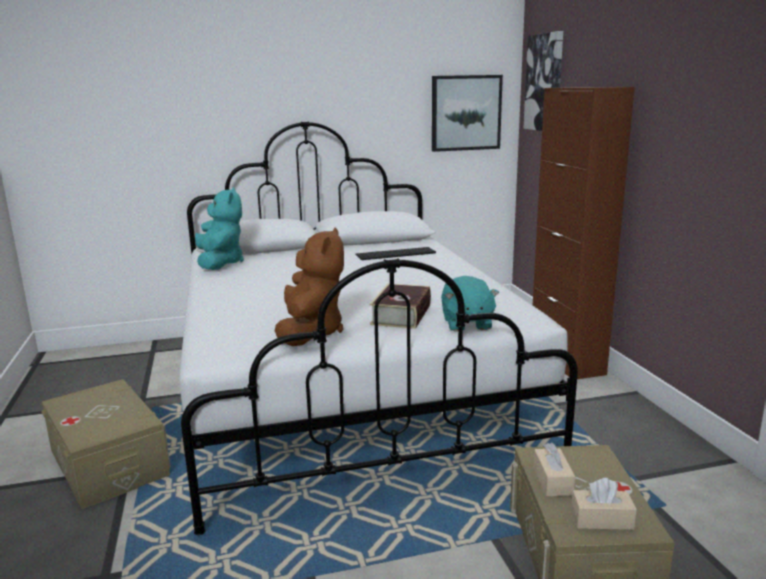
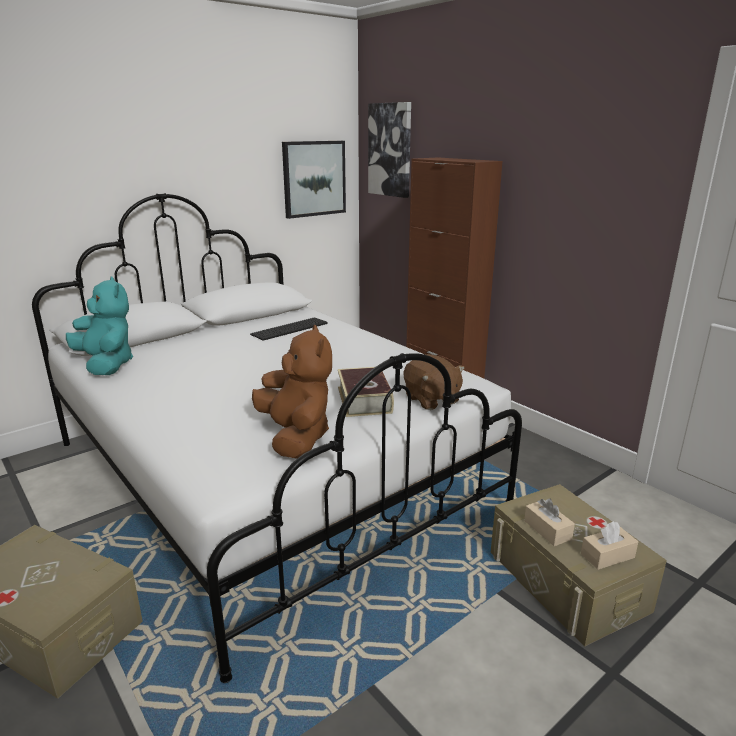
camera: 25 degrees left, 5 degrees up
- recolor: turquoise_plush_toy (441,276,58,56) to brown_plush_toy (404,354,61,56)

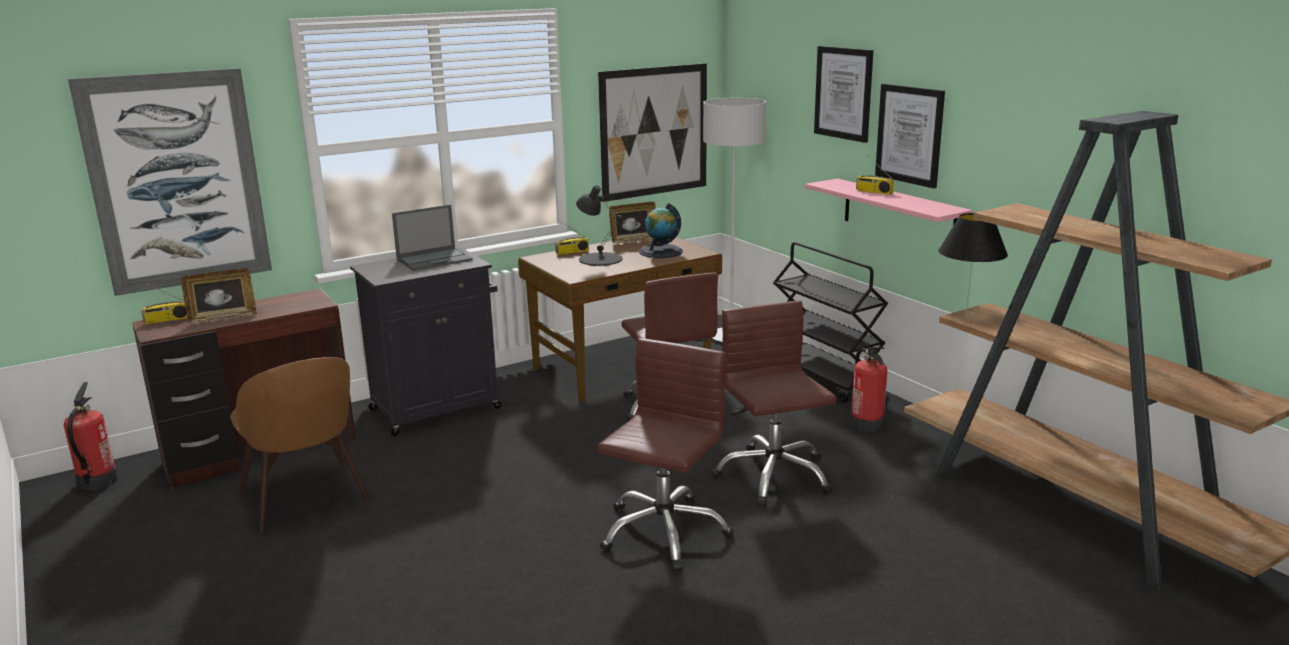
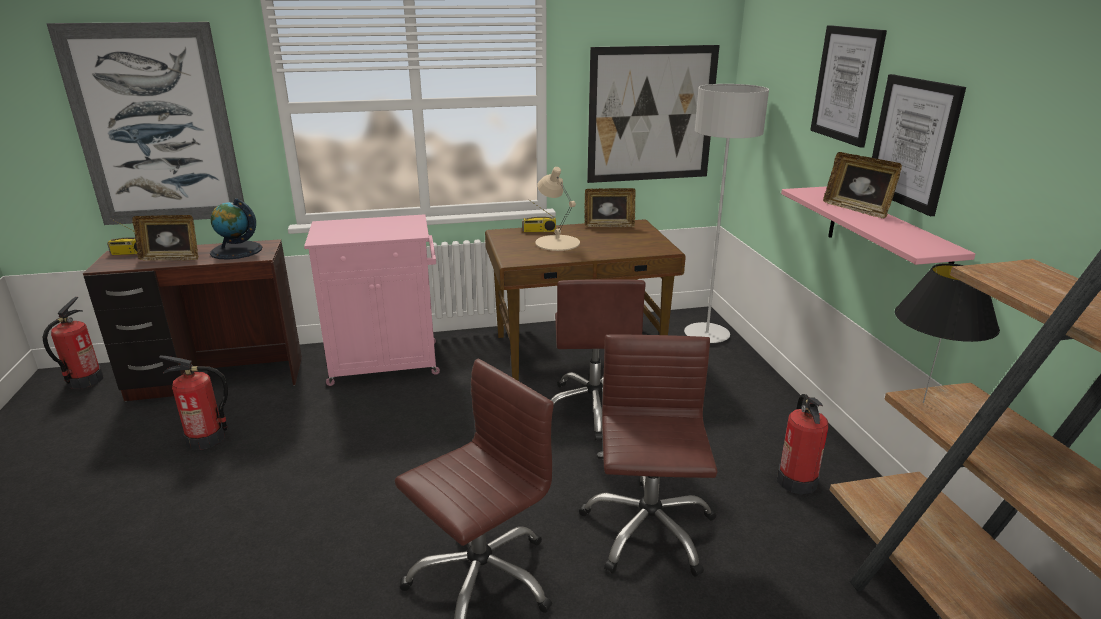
camera: 20 degrees right, 5 degrees up
- replace: radio (856,156,38,39) to picture_frame (823,152,79,67)
- recolor: black_table_lamp (576,185,47,81) to beige_table_lamp (535,167,45,84)
- move: globe (639,203,44,55) to (210,198,52,62)
- delete: laptop (392,204,81,67)
- delete: black_cart (773,242,115,161)
- recolor: black_cabinet (350,247,151,189) to pink_cabinet (304,214,136,172)
- replace: brown_chair (230,357,141,175) to fire_extinguisher (159,356,69,94)

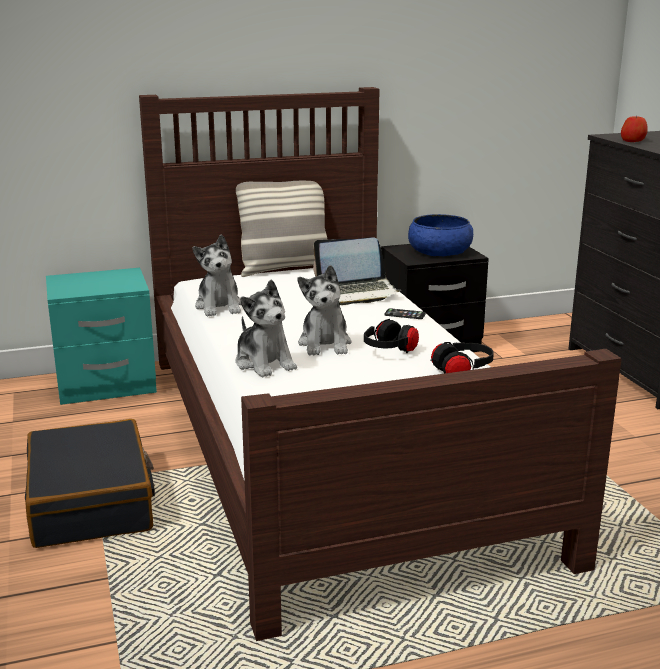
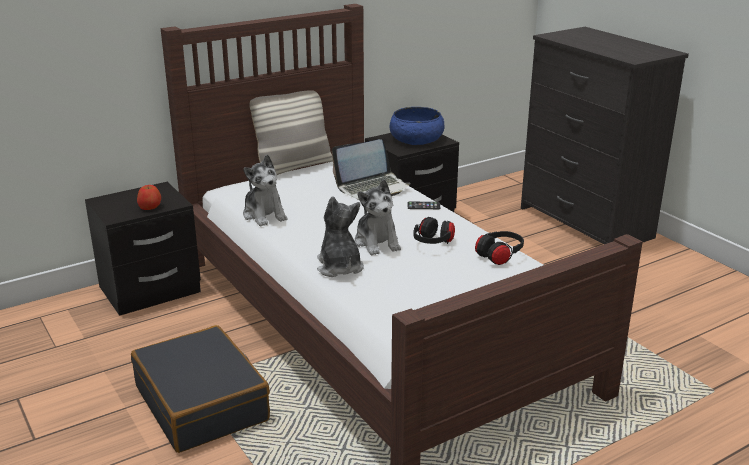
camera: 15 degrees left, 5 degrees up
- move: apple (621,116,27,26) to (137,185,24,25)
- recolor: turquoise_nightstand (46,268,111,137) to black_nightstand (85,182,116,134)
- rotate: plush_toy (236,279,61,98) = (317,196,47,81) 150 degrees counterclockwise

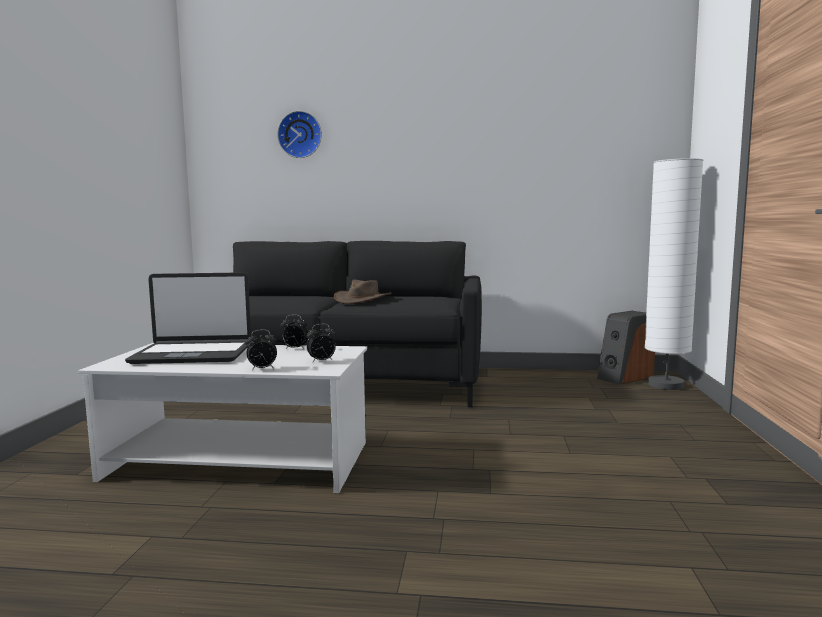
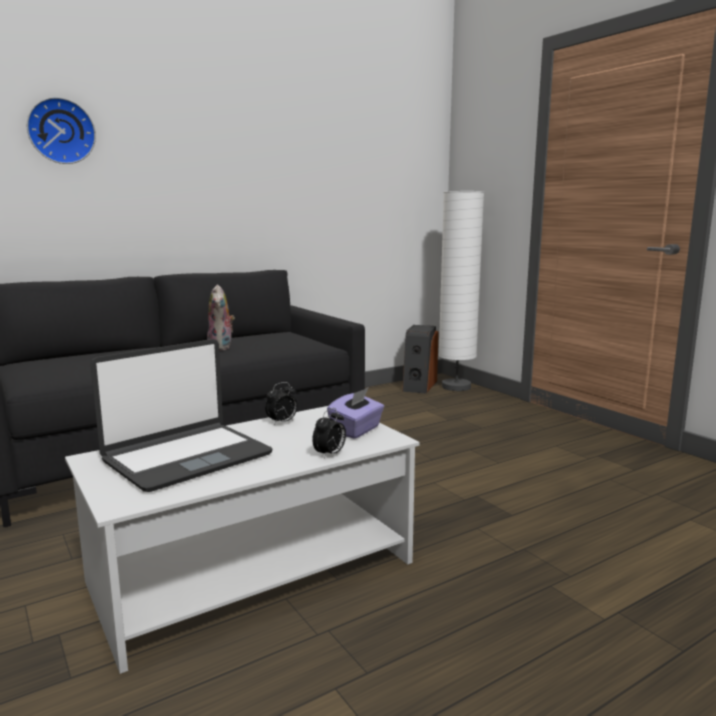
camera: 40 degrees left, 5 degrees up
- replace: brown_hat (334,280,58,24) to plush_toy (207,285,28,66)
- replace: alarm_clock (306,324,30,38) to purple_tissue_box (327,387,57,52)

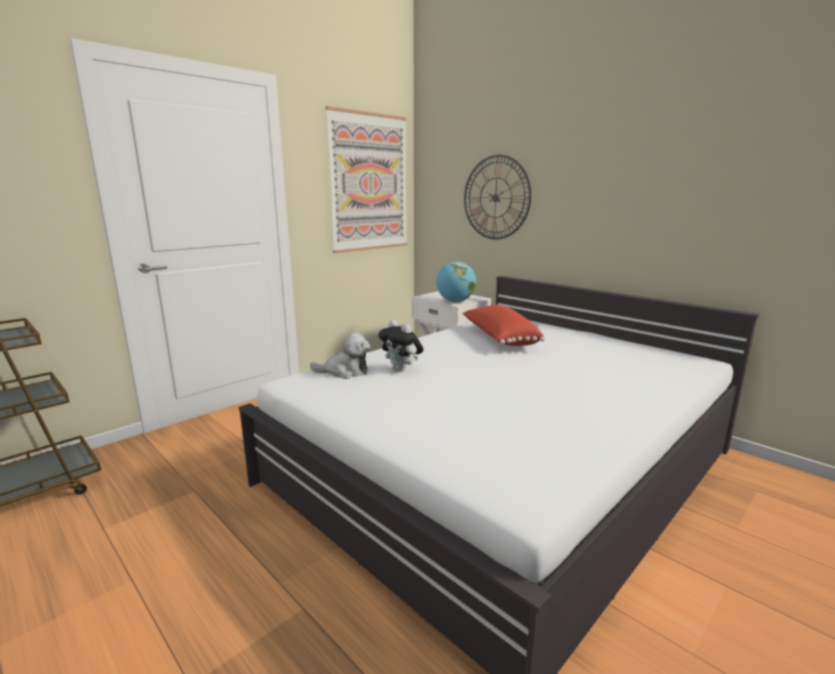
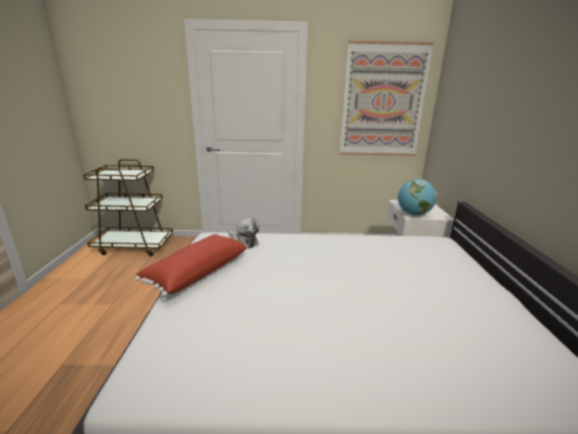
camera: 45 degrees right, 5 degrees up
- delete: wall_clock (464,155,67,84)
- move: red_pillow (462,305,83,41) to (135,234,113,62)
- delete: plush_toy (378,320,46,52)

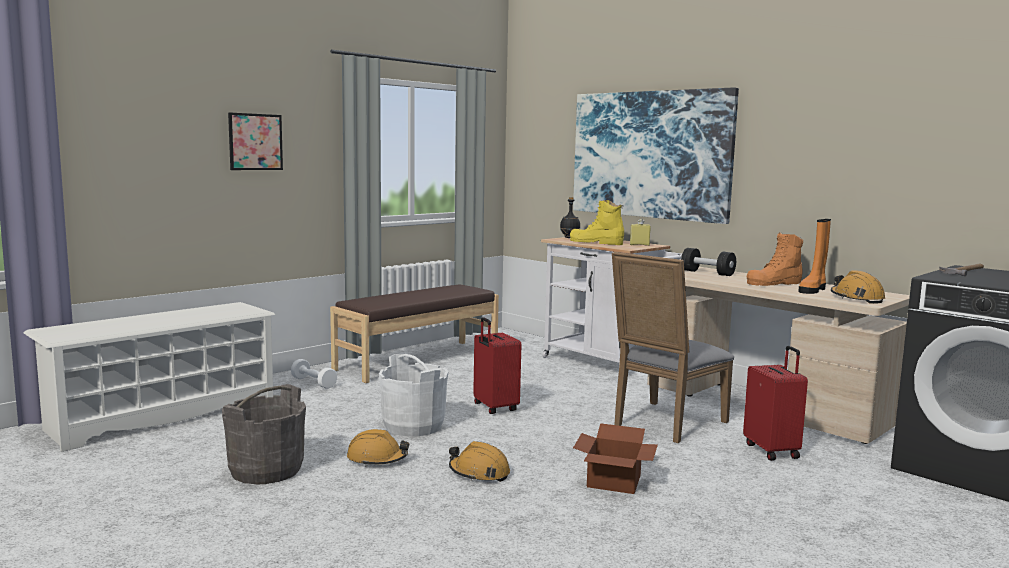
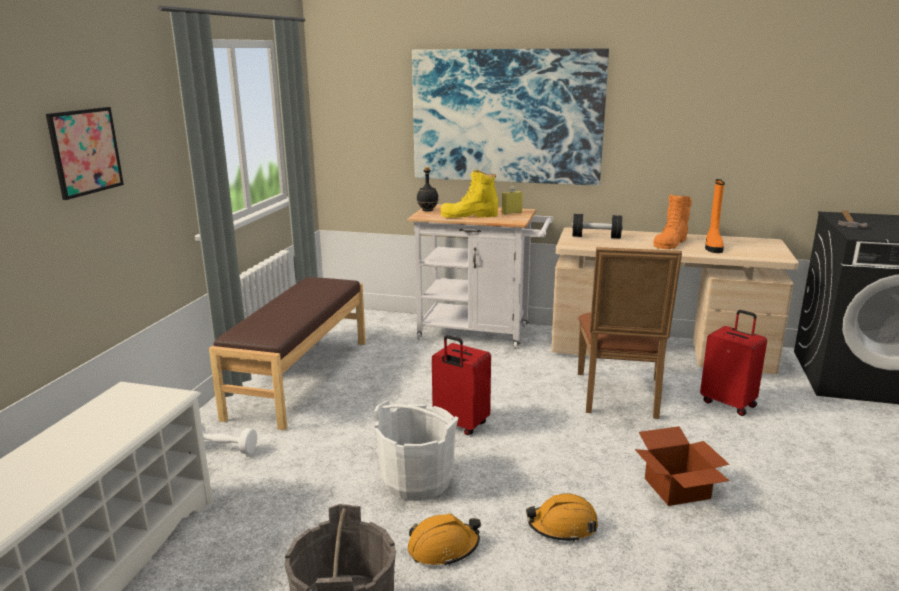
camera: 30 degrees left, 10 degrees up
- recolor: grey_chair (612,252,122,191) to brown_chair (578,247,104,172)
- delete: orange_hard_hat (831,270,54,34)

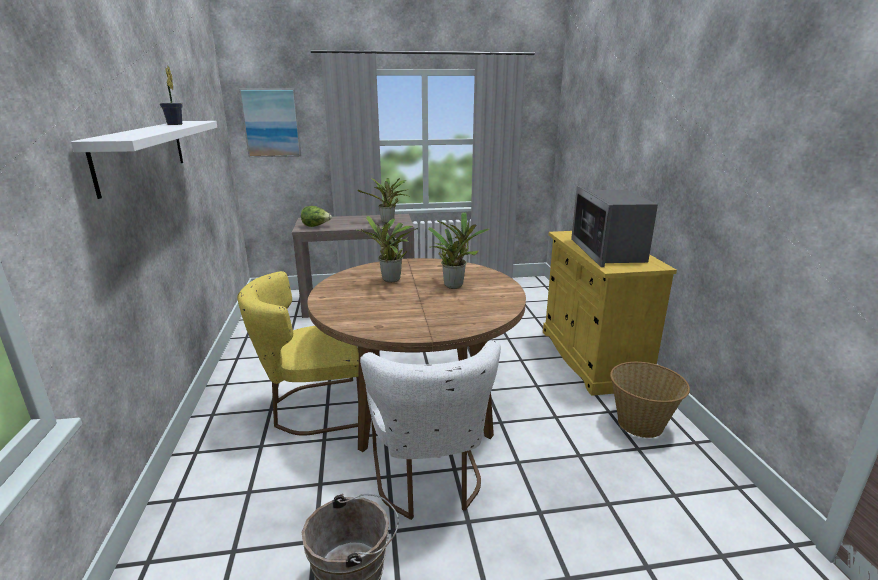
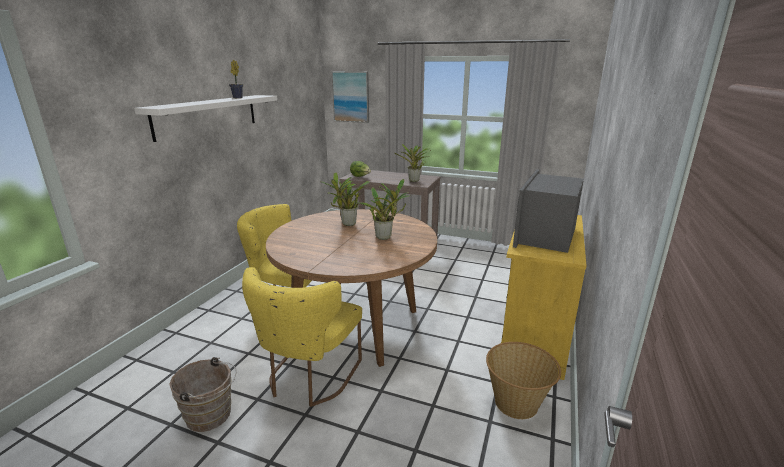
camera: 30 degrees right, 0 degrees up
- recolor: white_chair (360,340,141,180) to yellow_chair (242,267,120,140)

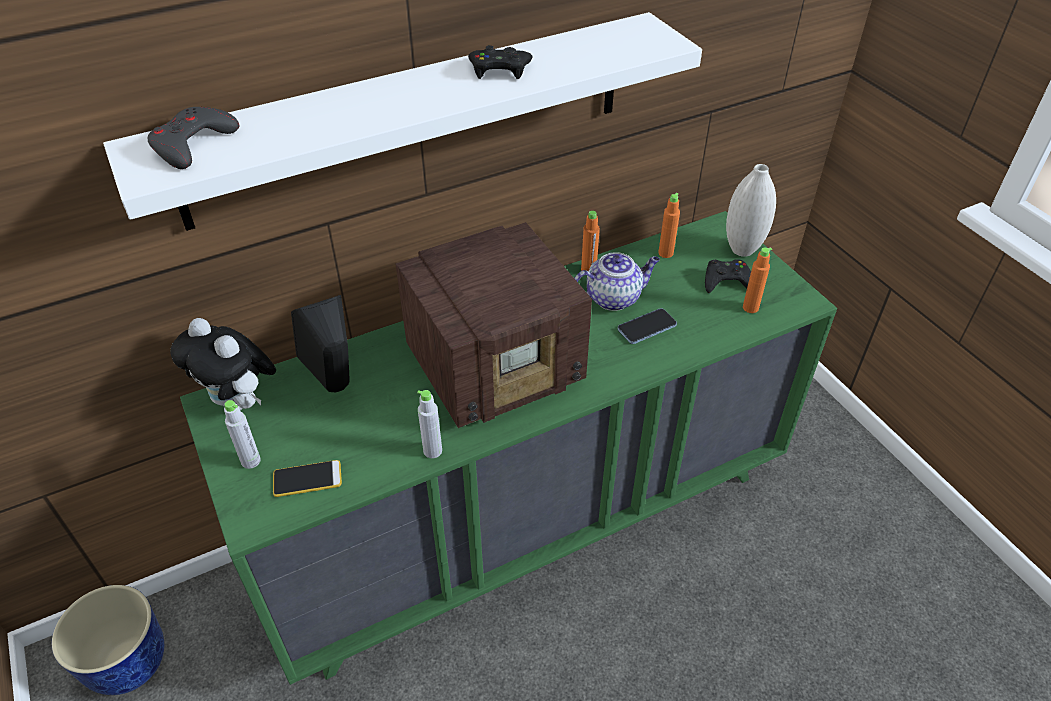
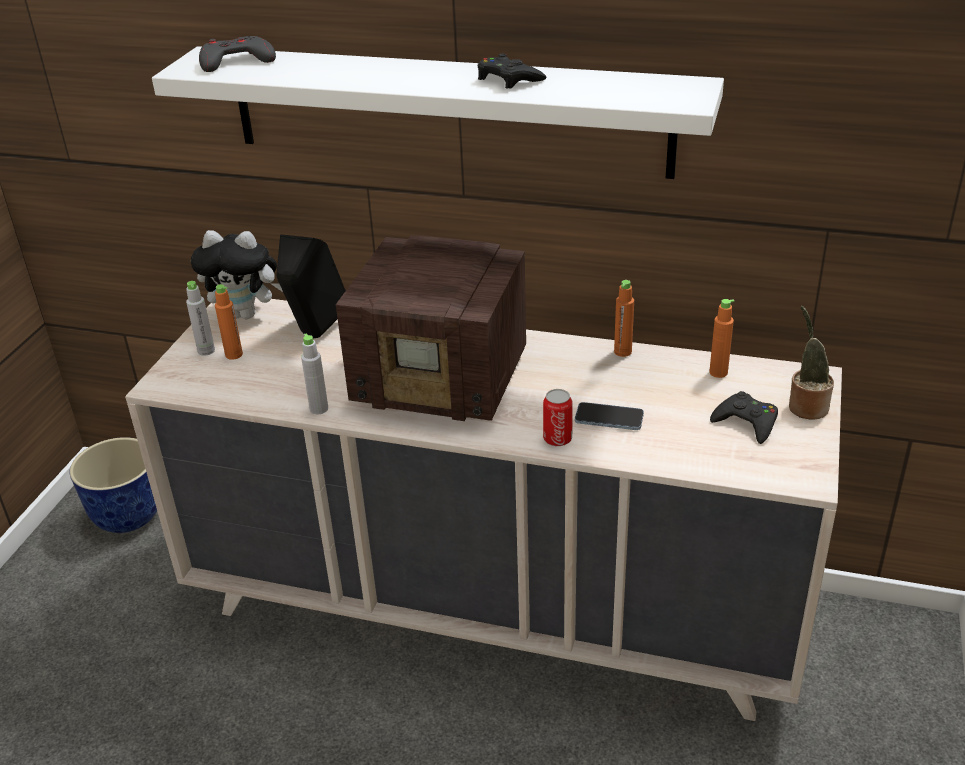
camera: 45 degrees right, 10 degrees down
- replace: white_vase (726,164,50,93) to potted_plant (789,306,45,114)
- recolor: green_dresser (180,211,657,474) to beige_dresser (125,297,717,424)
- move: orange_bottle (743,247,29,66) to (215,284,28,76)
- delete: teapot (574,252,86,59)
- rotate: plush_toy (170,318,106,93) = (191,230,92,89) 75 degrees counterclockwise
- delete: phone (273,460,69,37)
- insert: can (543,389,30,57)

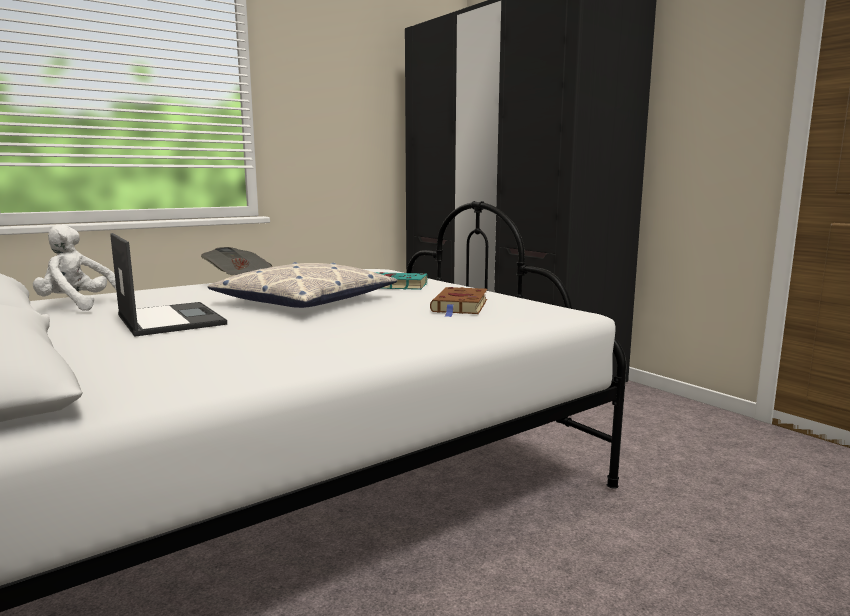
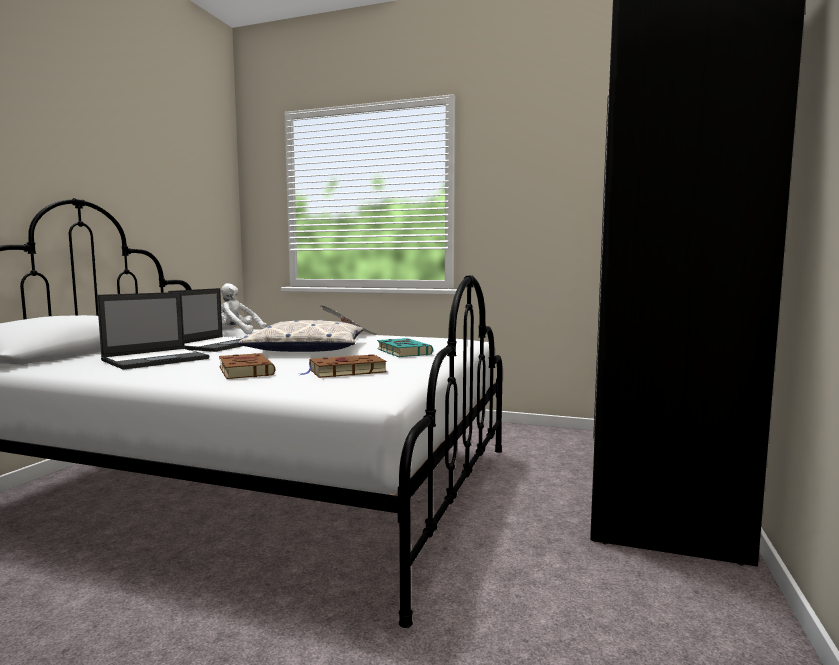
camera: 55 degrees right, 5 degrees down
- rotate: white_plush_toy (33,224,83,87) = (221,283,46,51) 60 degrees counterclockwise
- insert: laptop (97,292,112,78)
- insert: brown_book (219,353,56,26)

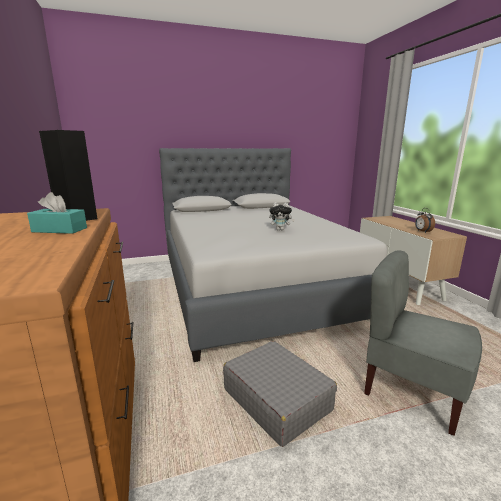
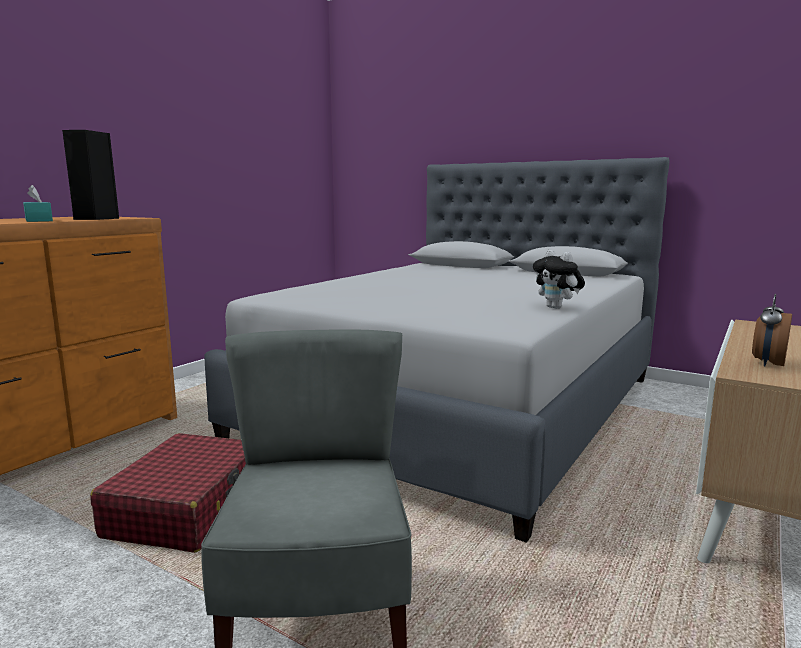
camera: 50 degrees right, 5 degrees down
- move: plush_toy (269,202,26,28) to (533,250,52,59)
- recolor: grey_suitcase (223,341,114,106) to red_suitcase (90,433,156,120)

